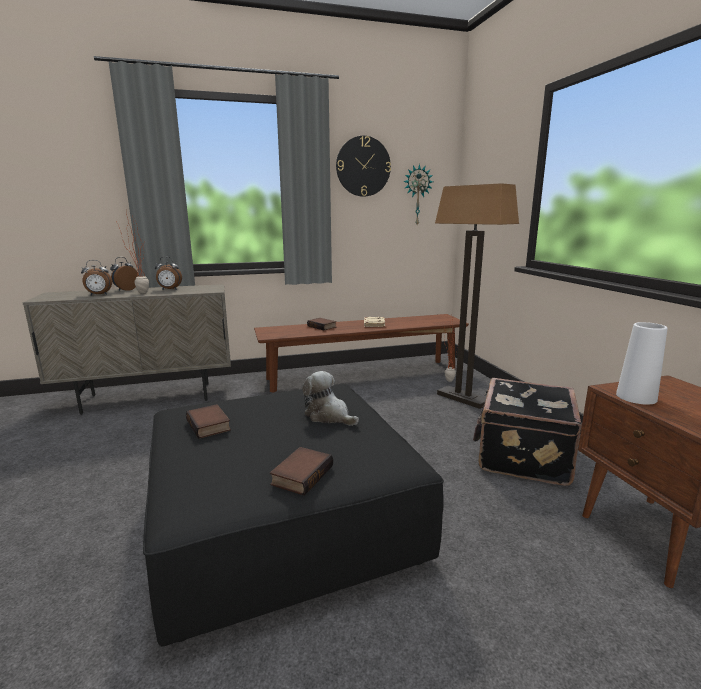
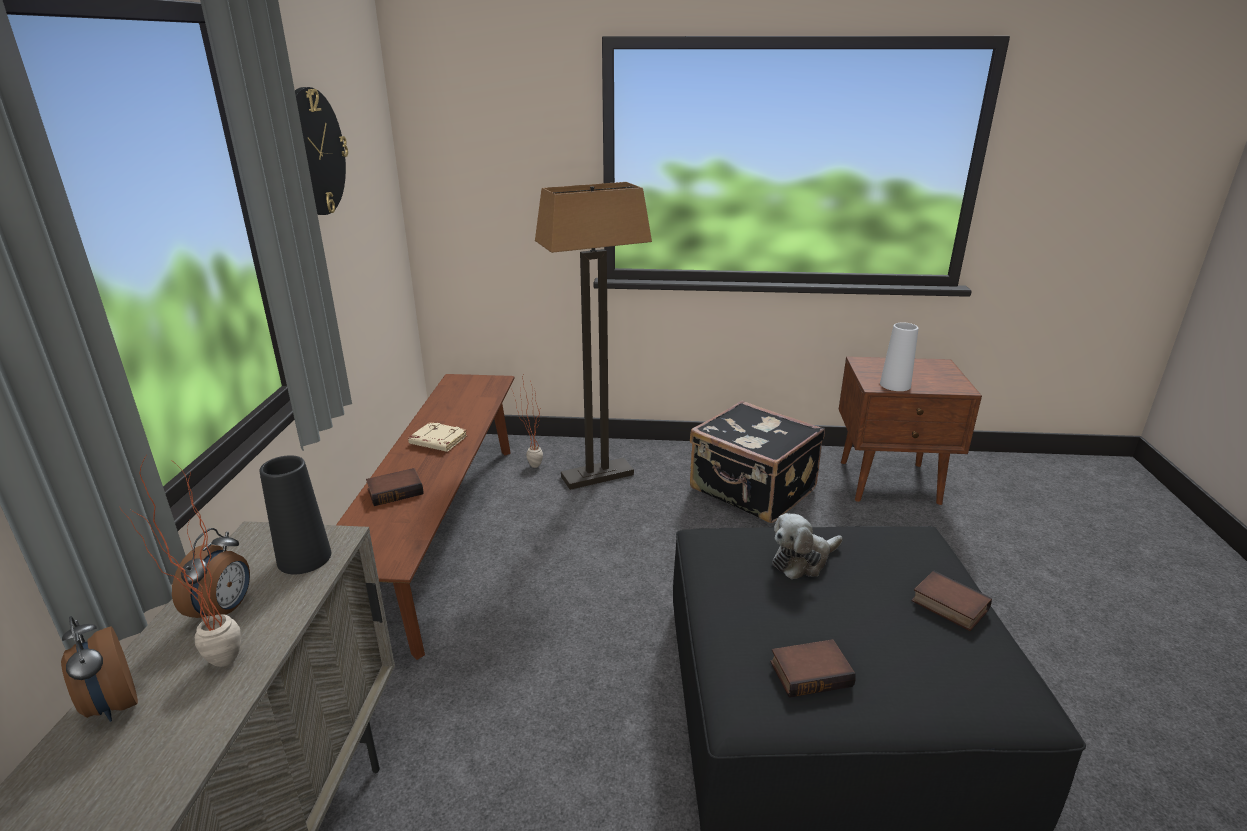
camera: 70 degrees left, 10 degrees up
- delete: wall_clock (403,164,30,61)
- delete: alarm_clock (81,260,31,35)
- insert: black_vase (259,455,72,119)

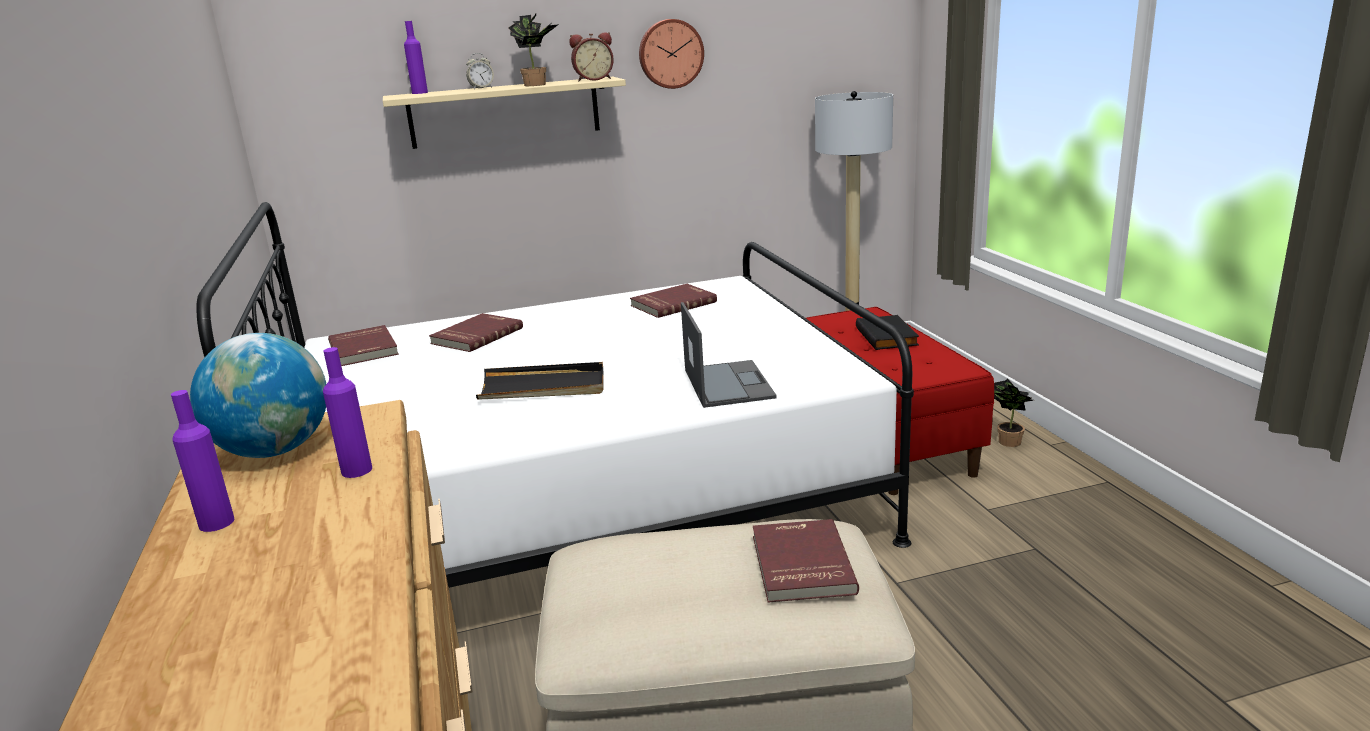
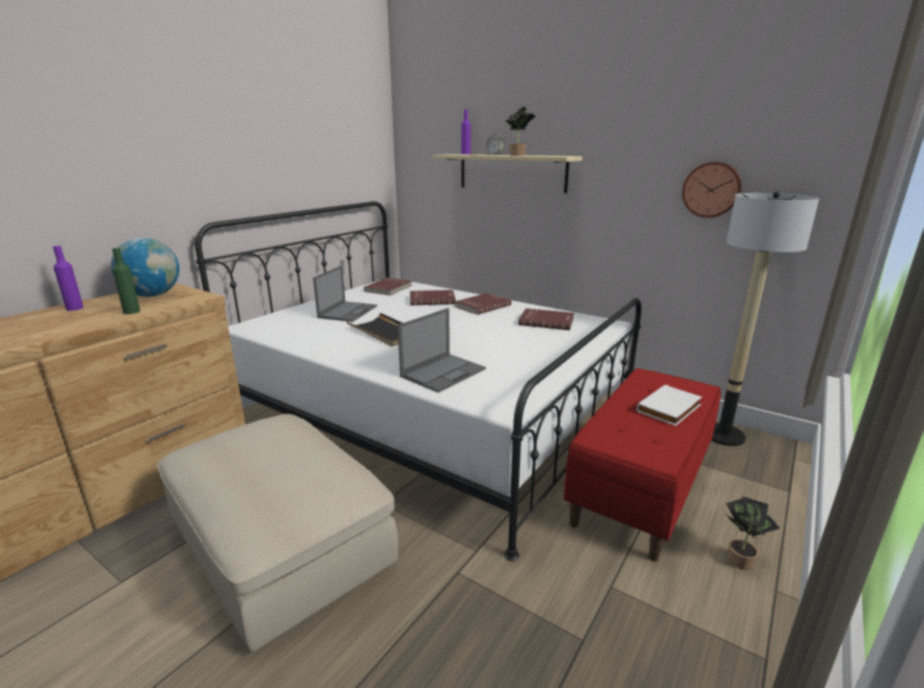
camera: 50 degrees right, 0 degrees up
- move: wall_clock (639,19,65,70) to (682,162,60,56)
- delete: alarm_clock (569,32,45,49)
- recolor: black_book (856,315,63,35) to white_book (637,384,65,42)
- recolor: purple_bottle (323,347,49,131) to green_bottle (112,248,28,66)
- move: red_book (753,519,106,84) to (455,293,56,22)
- insert: laptop (313,266,64,56)

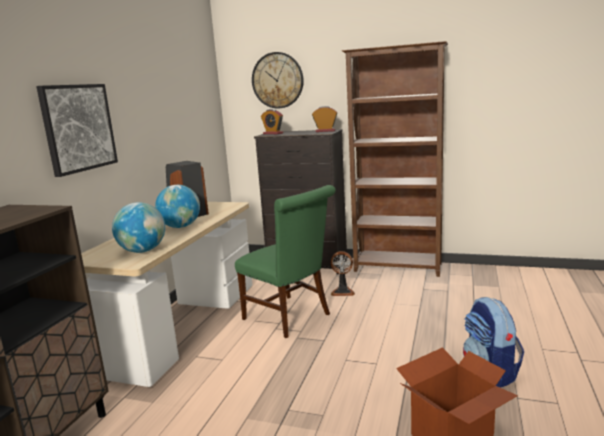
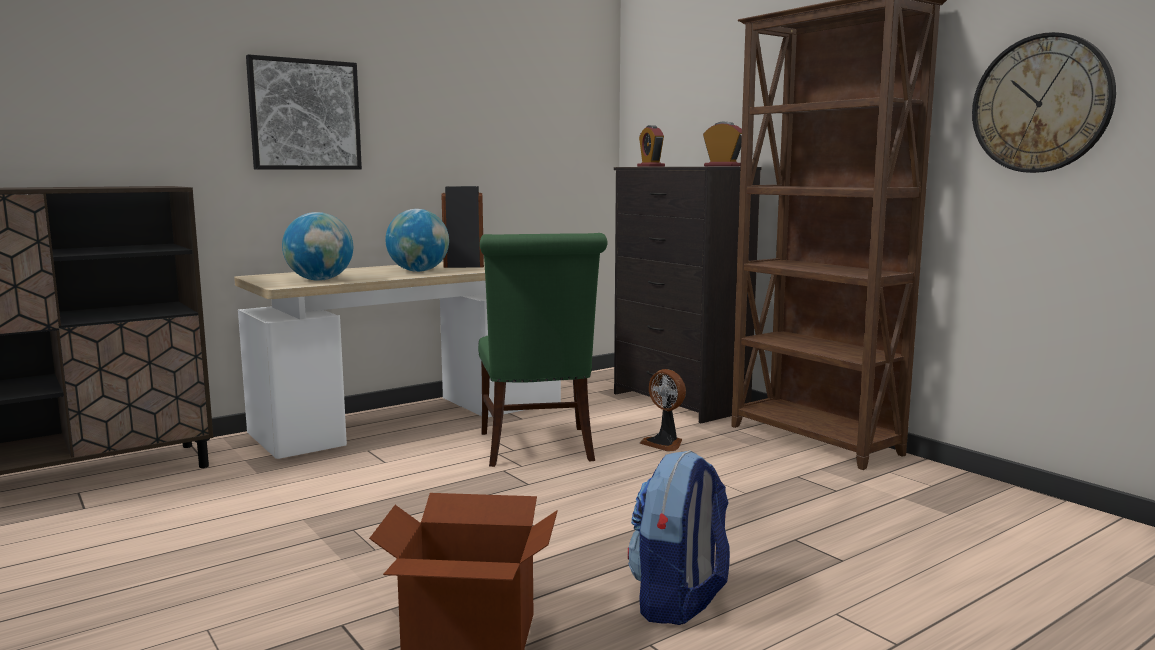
camera: 35 degrees right, 5 degrees down
- move: wall_clock (252,52,52,57) to (972,32,144,141)

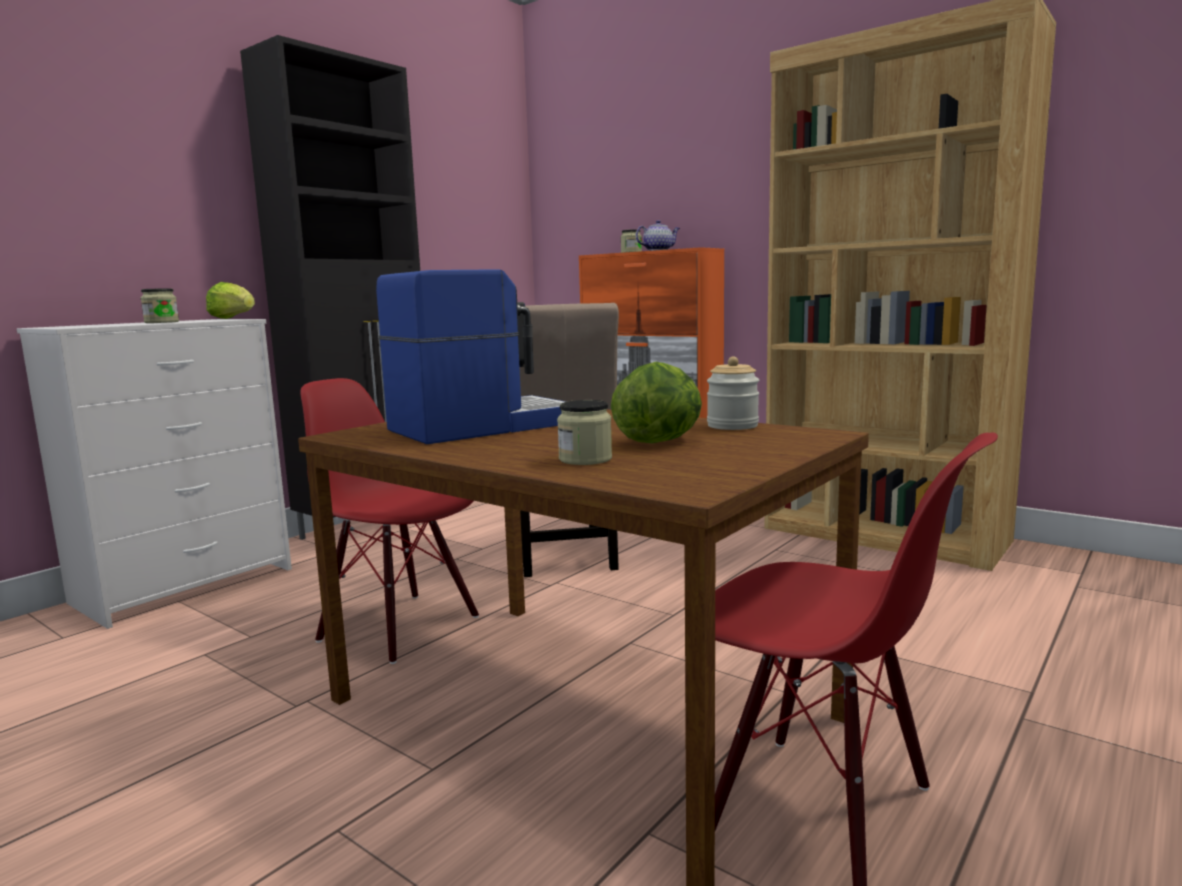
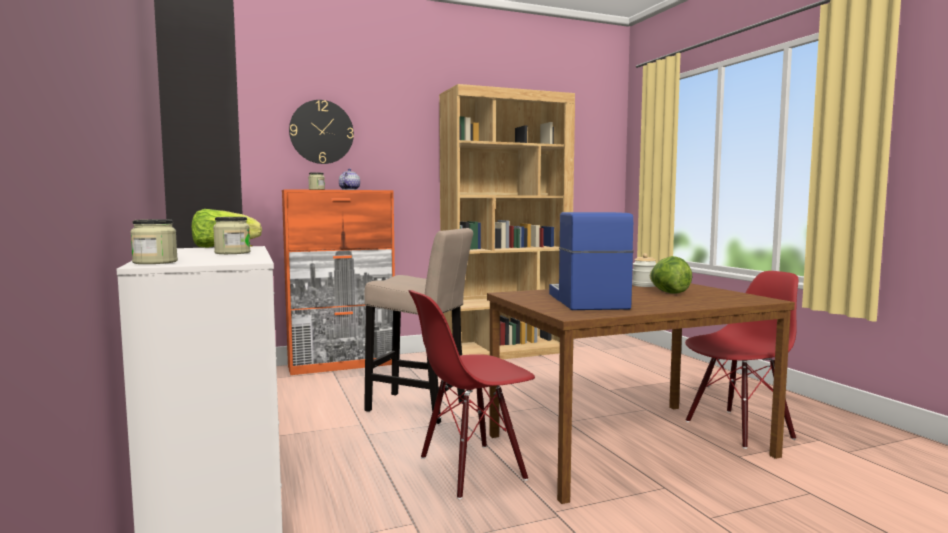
camera: 60 degrees left, 5 degrees down
- move: jar (557,400,55,65) to (130,219,48,45)
- insert: wall_clock (289,100,65,64)

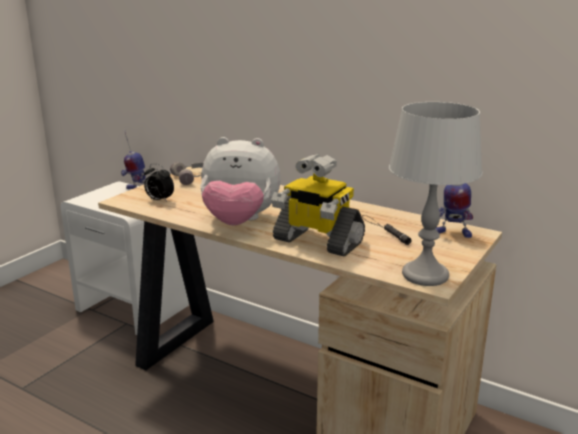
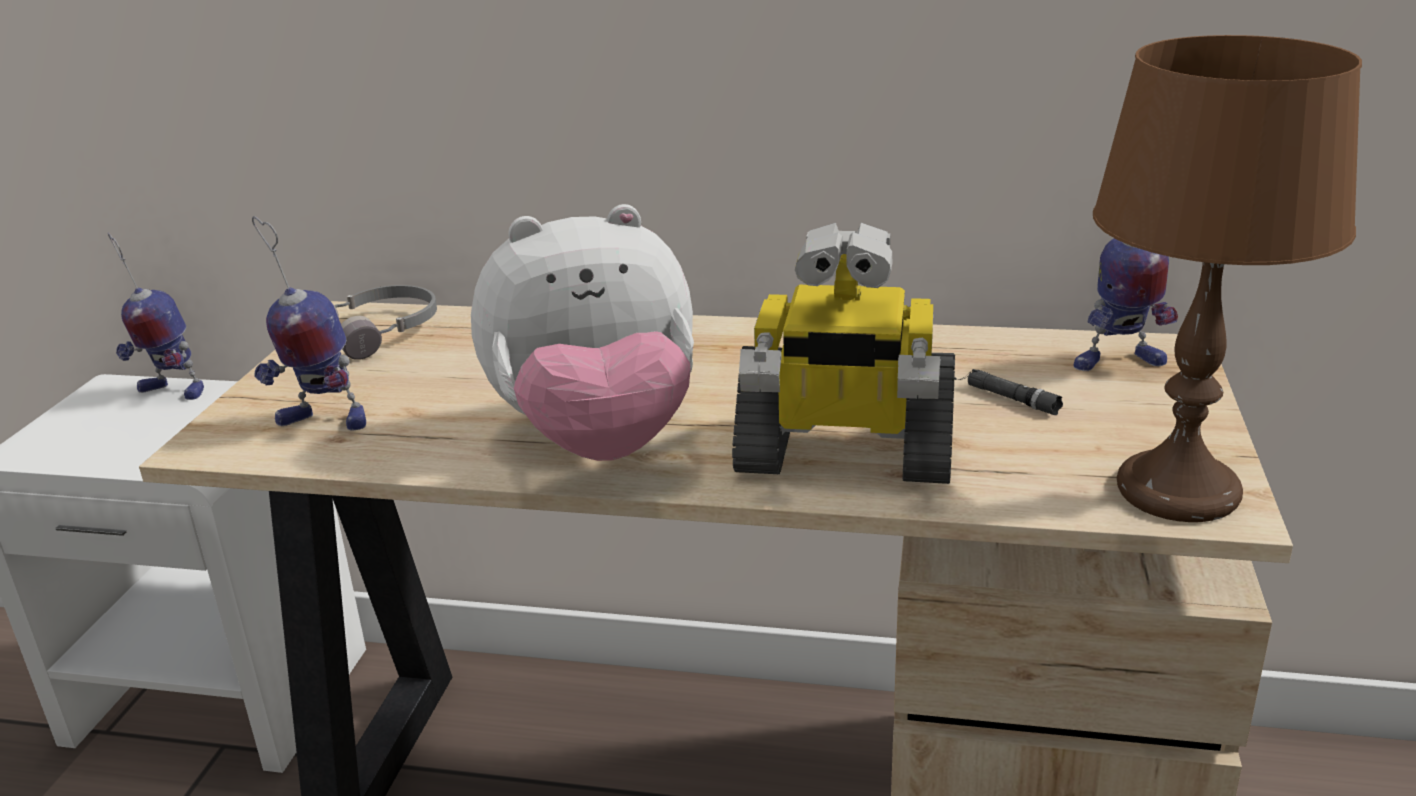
camera: 20 degrees left, 5 degrees up
- recolor: grey_table_lamp (389,102,93,184) to brown_table_lamp (1093,35,269,487)
- replace: alarm_clock (144,164,30,38) to toy_robot (252,216,114,215)

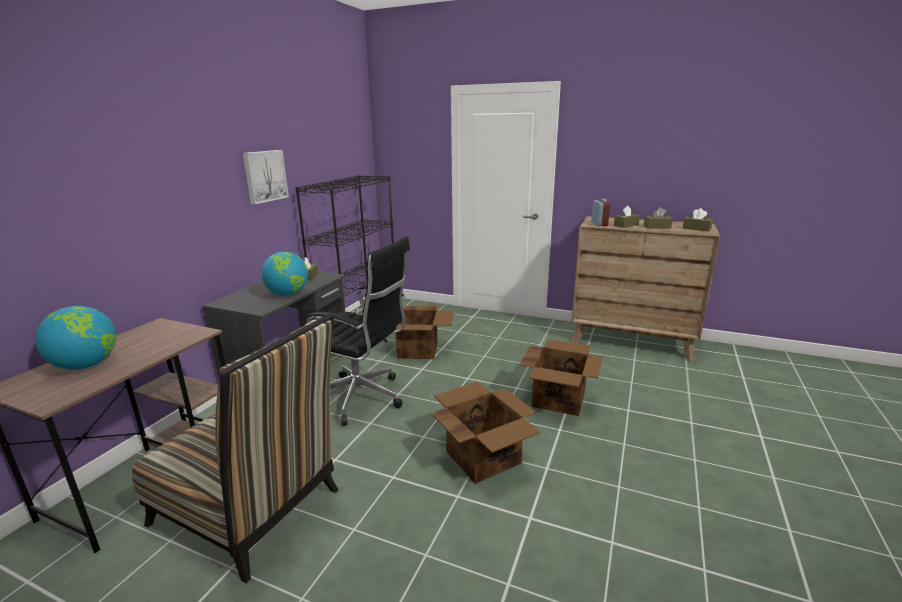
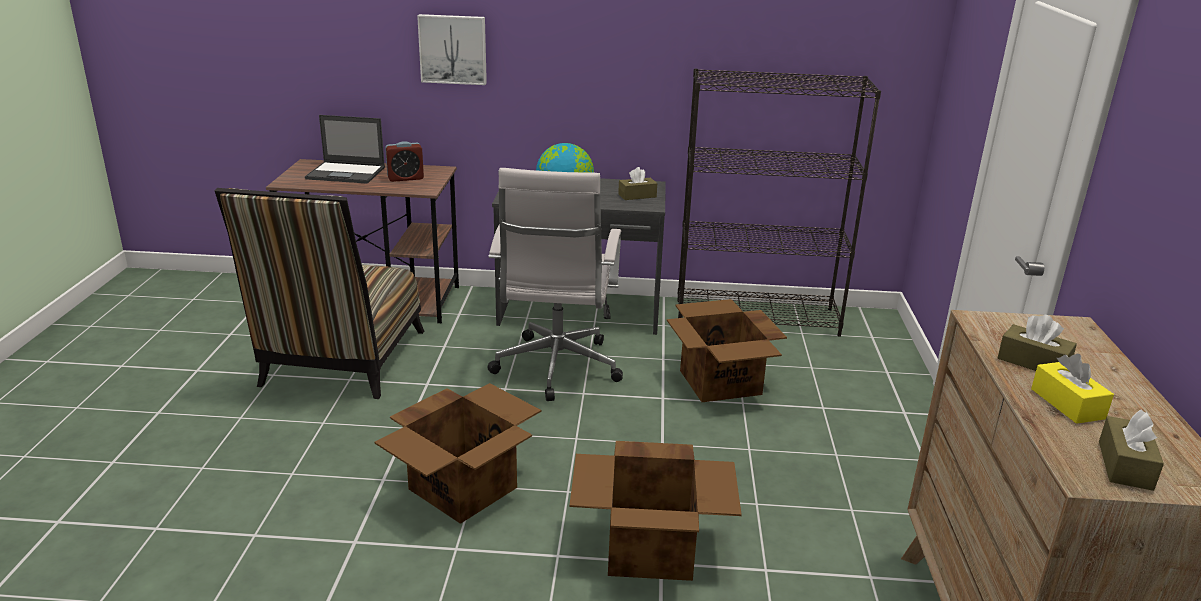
camera: 70 degrees right, 5 degrees up
- move: picture (243,150,46,54) to (417,14,70,71)
- move: alarm_clock (591,199,19,27) to (385,141,39,41)
- recolor: brown_tissue_box (643,207,30,21) to yellow_tissue_box (1031,354,83,70)
- recolor: black_office_chair (307,236,103,190) to white_office_chair (487,168,136,233)
- replace: globe (35,306,81,64) to laptop (305,115,80,69)

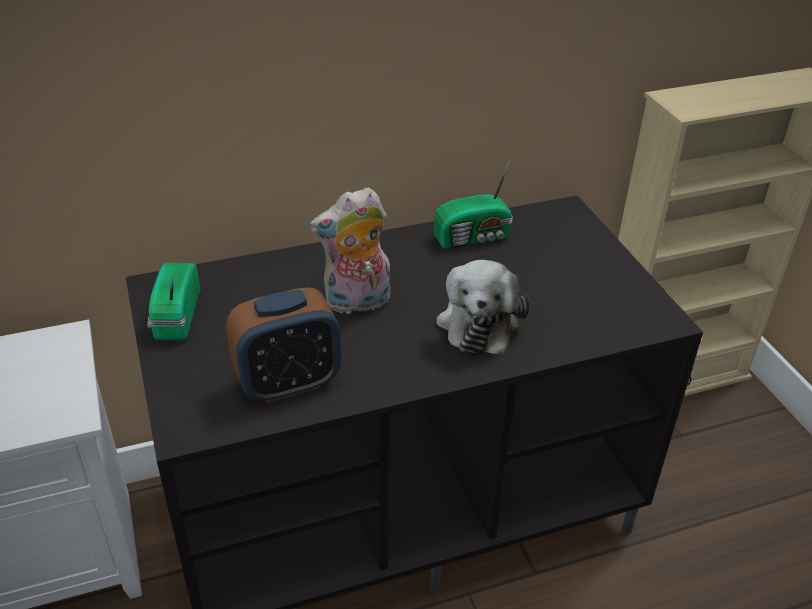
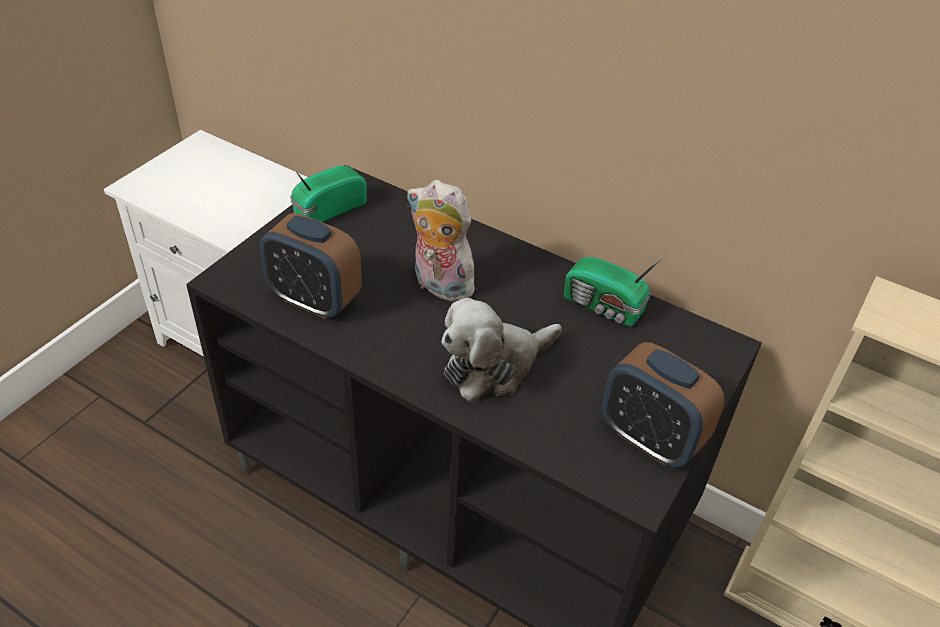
camera: 50 degrees right, 5 degrees up
- insert: alarm_clock (602,342,122,126)

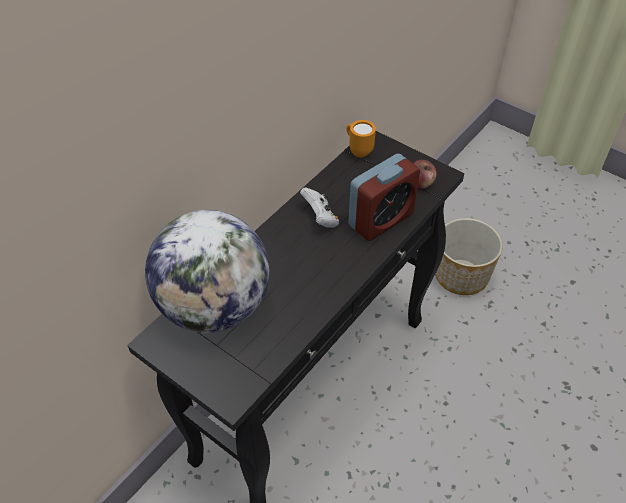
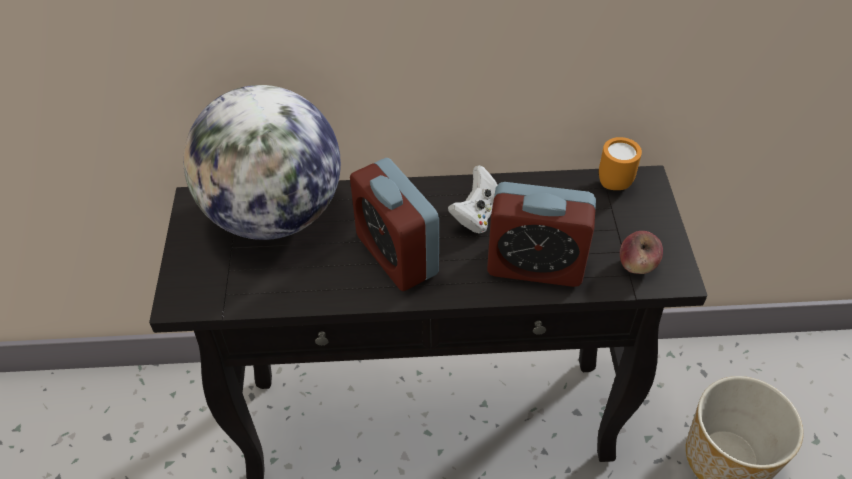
camera: 50 degrees right, 0 degrees up
- insert: alarm_clock (350,158,89,133)

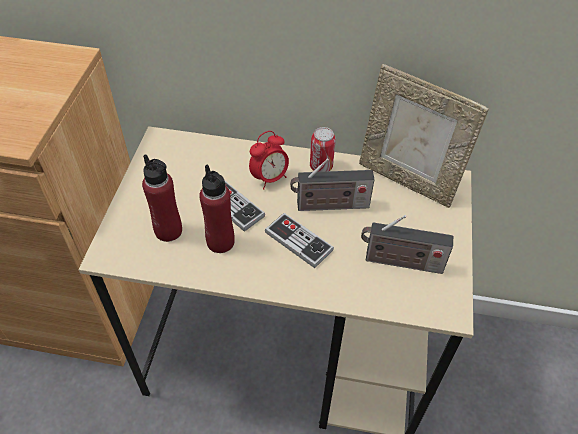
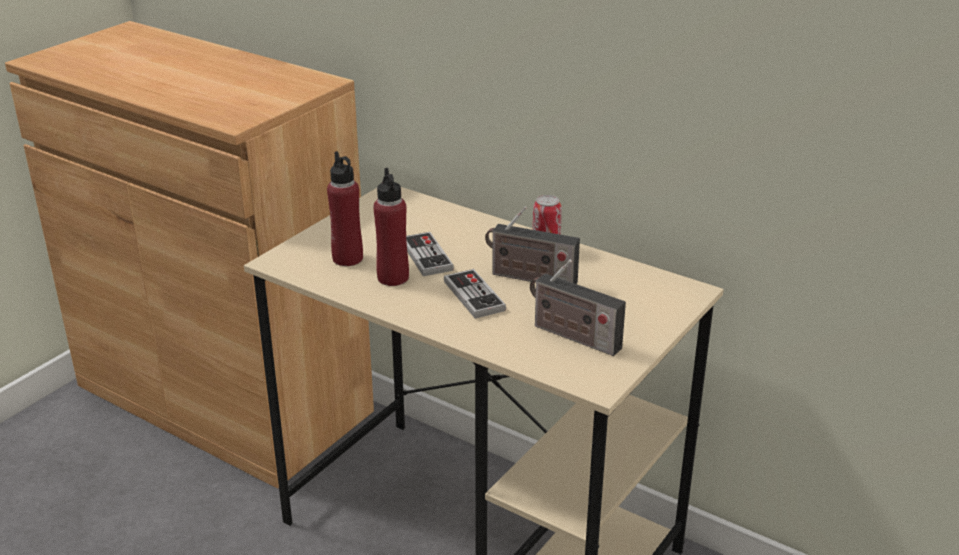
camera: 25 degrees right, 20 degrees down
- delete: picture_frame (359,64,130,144)
- delete: alarm_clock (249,131,40,59)

